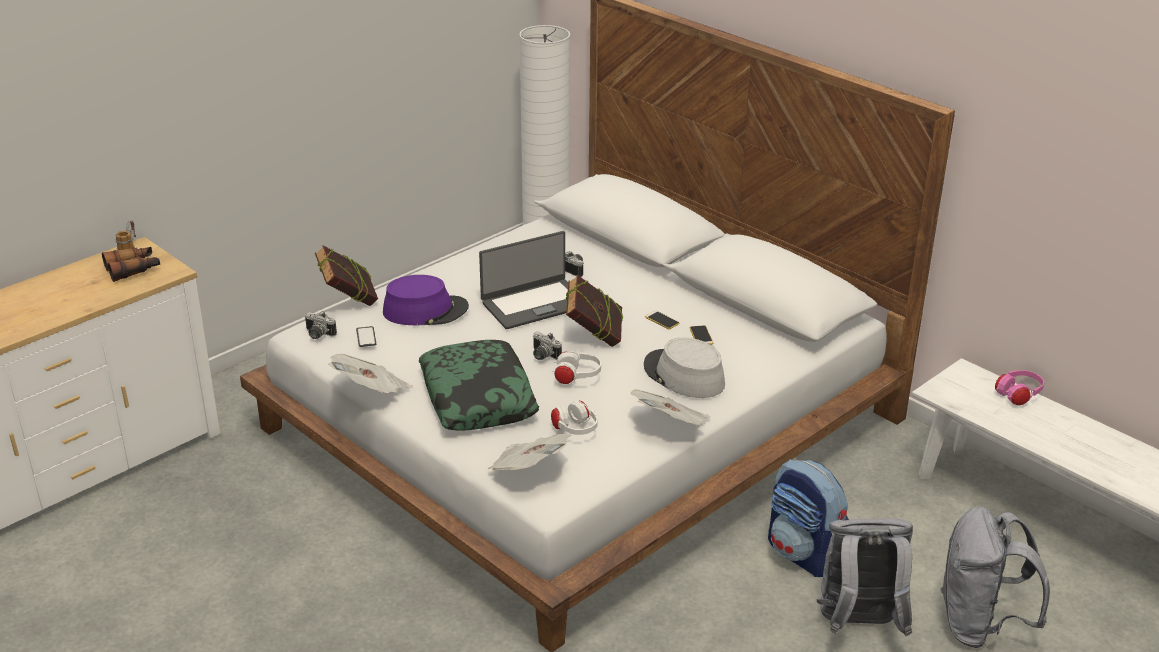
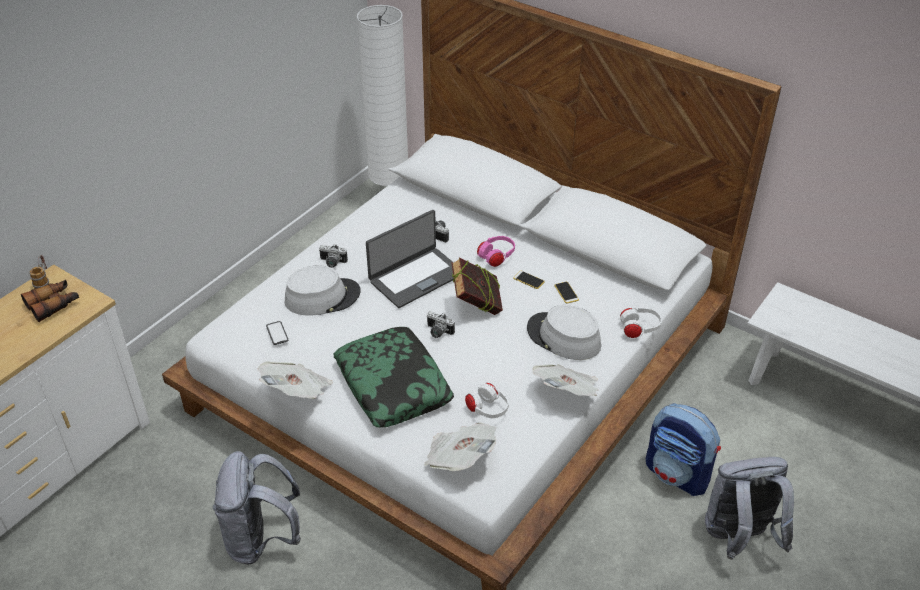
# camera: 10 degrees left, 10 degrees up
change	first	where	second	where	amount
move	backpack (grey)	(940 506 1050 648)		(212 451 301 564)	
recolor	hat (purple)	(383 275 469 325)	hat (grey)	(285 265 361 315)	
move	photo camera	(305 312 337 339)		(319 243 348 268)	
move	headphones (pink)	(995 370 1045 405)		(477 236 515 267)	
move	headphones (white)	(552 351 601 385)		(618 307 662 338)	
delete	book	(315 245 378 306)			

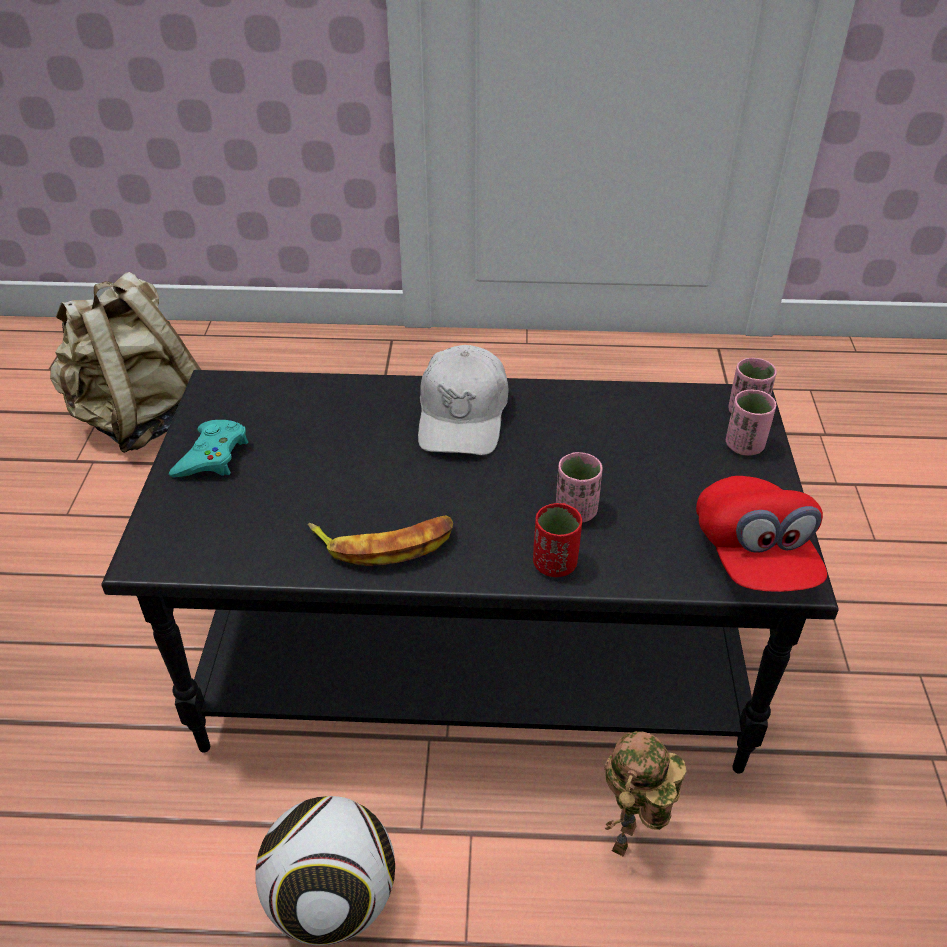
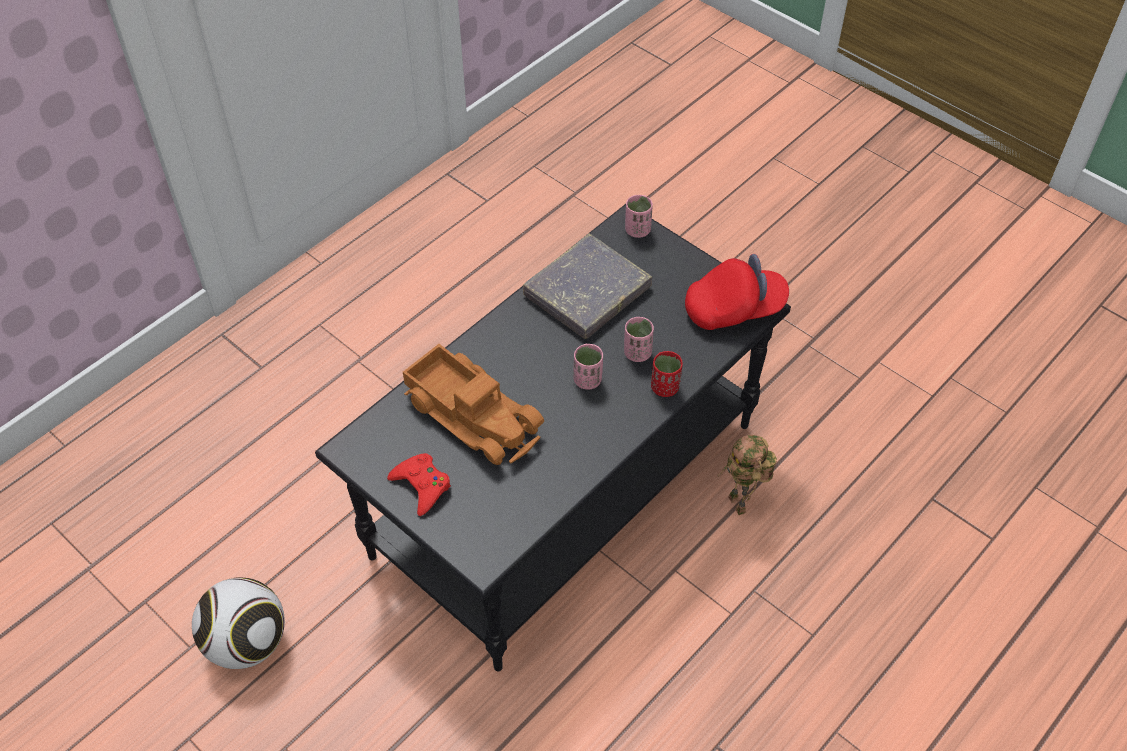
# camera: 50 degrees left, 10 degrees up
change	first	where	second	where	amount
move	football	(255 796 395 946)		(192 577 285 669)	
recolor	game controller (turquoise)	(169 420 248 477)	game controller (red)	(387 453 451 516)	
insert			toy truck	(403 344 544 465)	
insert			book (grey)	(523 234 652 339)	
move	cup (pink)	(726 389 776 456)		(574 344 603 390)	
rotate	cap (red)	(696 476 827 592)		(685 254 789 330)	45 degrees counterclockwise
delete	backpack (beige)	(50 272 201 453)			
delete	banana	(308 515 453 566)			
delete	cap (white)	(418 345 509 455)			

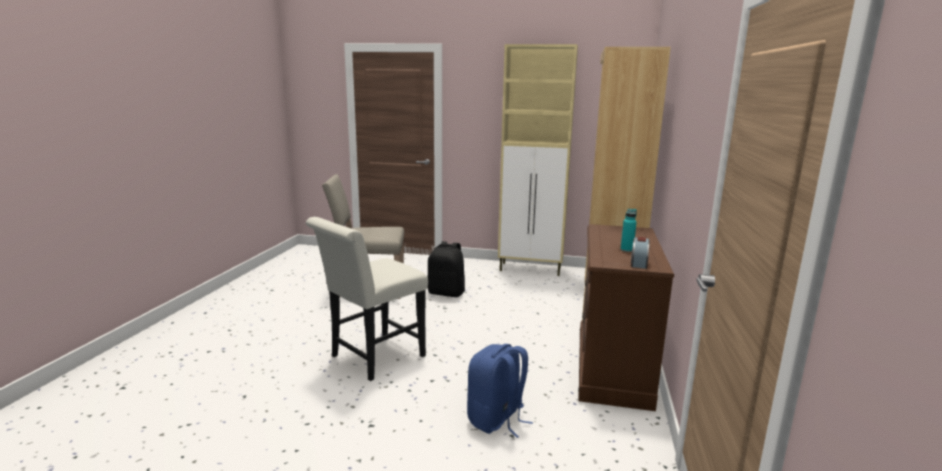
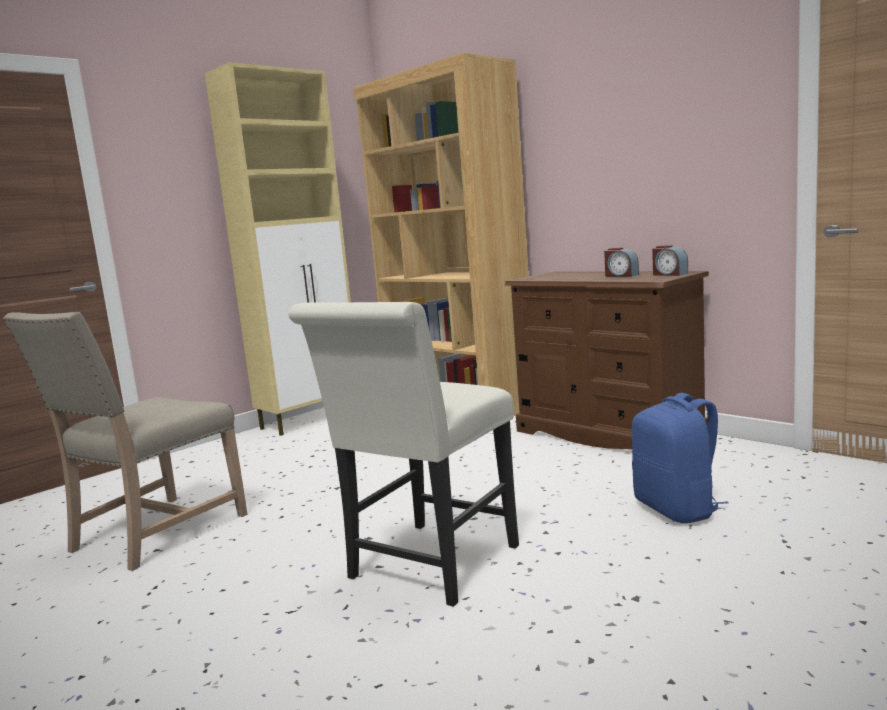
# camera: 55 degrees left, 5 degrees down
change	first	where	second	where	amount
rotate	chair (white)	(306 217 428 381)		(289 302 519 607)	45 degrees clockwise
replace	bottle (turquoise)	(620 209 637 252)	alarm clock	(604 248 639 277)	
delete	backpack (black)	(427 241 465 297)			

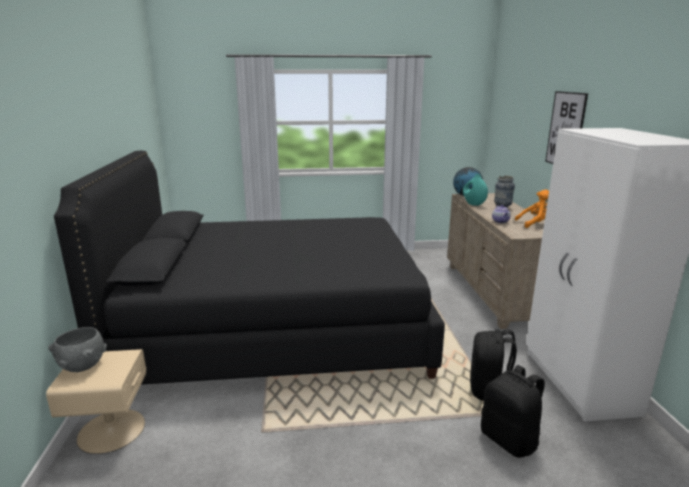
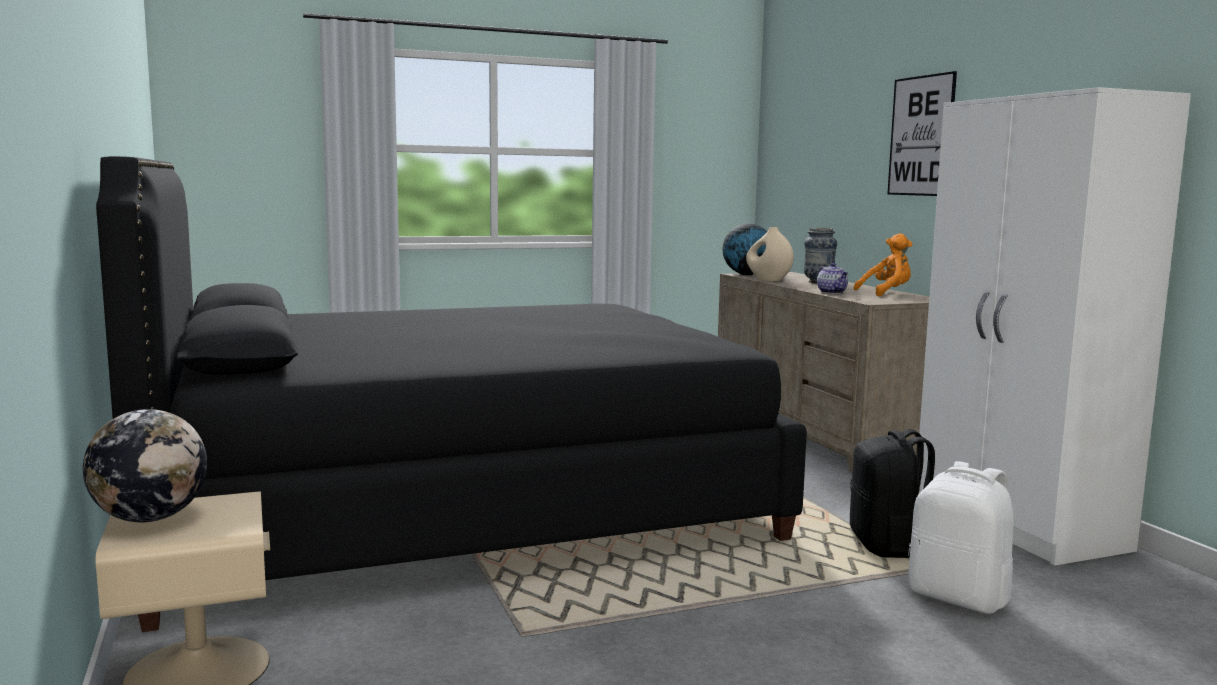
# camera: 15 degrees left, 10 degrees down
change	first	where	second	where	amount
replace	bowl (grey)	(48 327 107 372)	globe	(83 409 207 522)	
recolor	vase (turquoise)	(463 174 488 206)	vase (beige)	(746 227 794 281)	
recolor	backpack (black)	(481 365 545 458)	backpack (white)	(908 461 1013 614)	

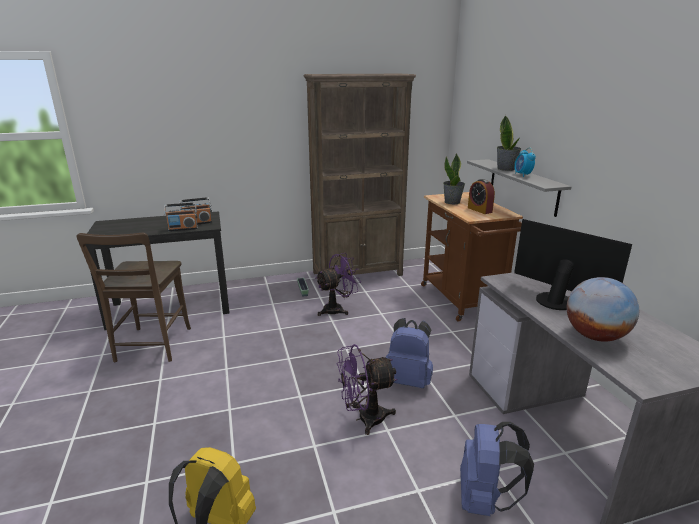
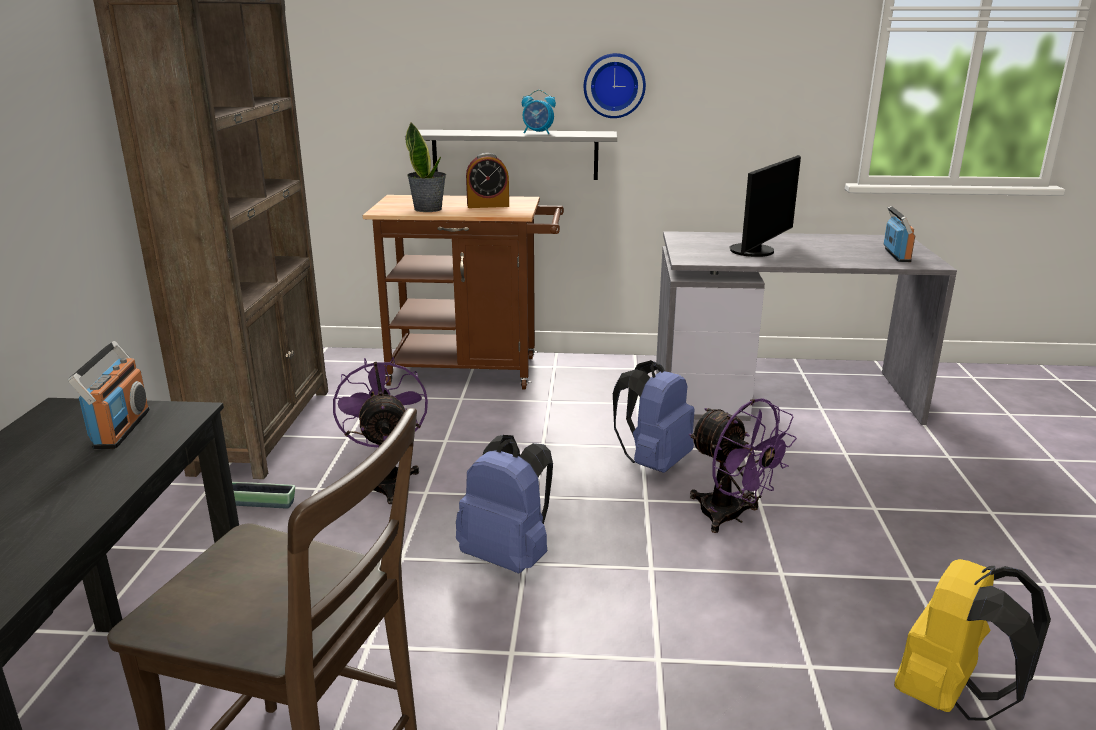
# camera: 70 degrees left, 0 degrees up
change	first	where	second	where	amount
move	backpack (blue)	(460 422 534 516)		(456 435 553 573)	
insert			wall clock	(584 53 646 118)	
rotate	fan (purple)	(337 344 397 435)		(689 398 797 533)	45 degrees counterclockwise
rotate	monitor	(514 219 632 310)		(729 155 801 257)	150 degrees clockwise
move	radio	(164 203 198 231)		(884 206 915 262)	
delete	potted plant	(497 115 521 171)			
delete	globe	(567 277 639 342)			

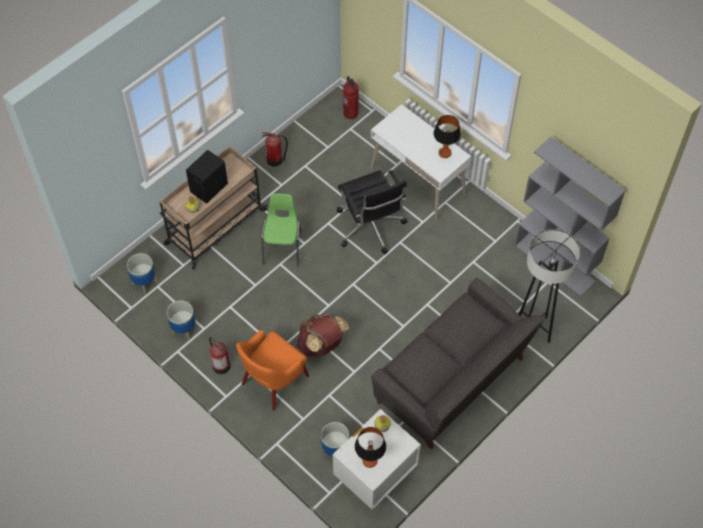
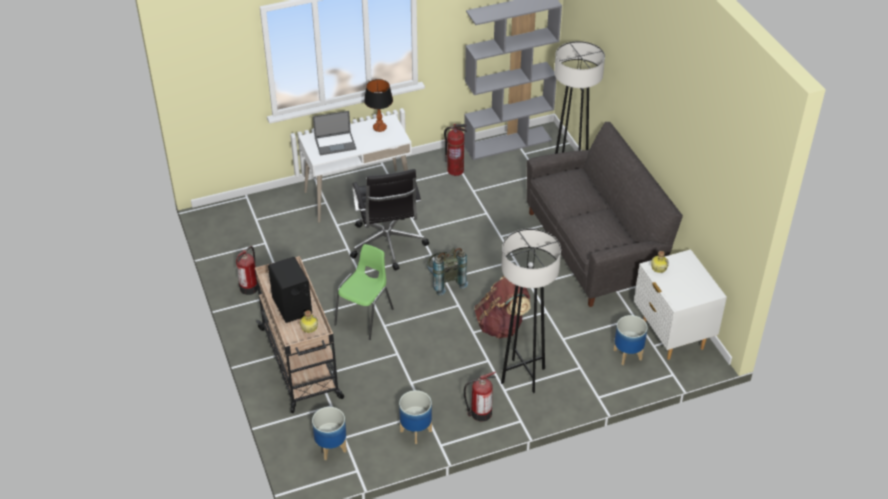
# camera: 65 degrees left, 15 degrees down
change	first	where	second	where	amount
insert			laptop	(313 111 356 155)	
rotate	chair (green)	(261 193 301 267)		(334 244 394 340)	90 degrees clockwise
rotate	office chair (black)	(337 170 408 254)		(350 169 429 270)	75 degrees clockwise
insert			backpack (grey)	(427 248 468 296)	
move	fire extinguisher	(343 76 359 119)		(444 124 467 176)	
replace	armchair (orange)	(236 330 309 411)	floor lamp (grey)	(501 229 561 393)	
delete	table lamp	(355 427 386 468)			

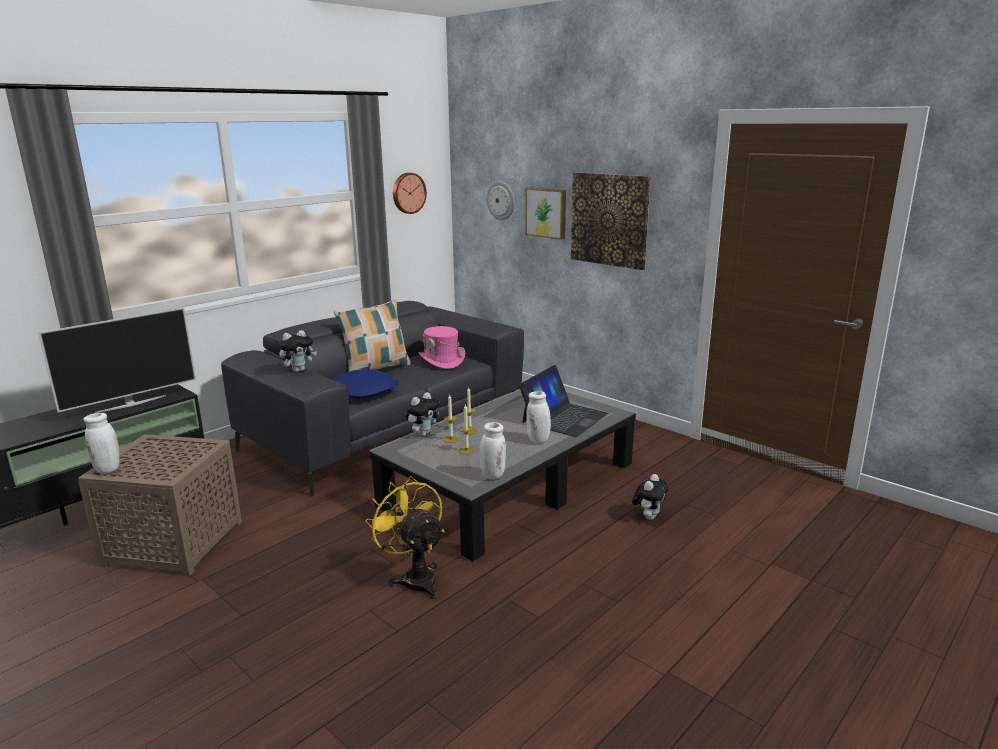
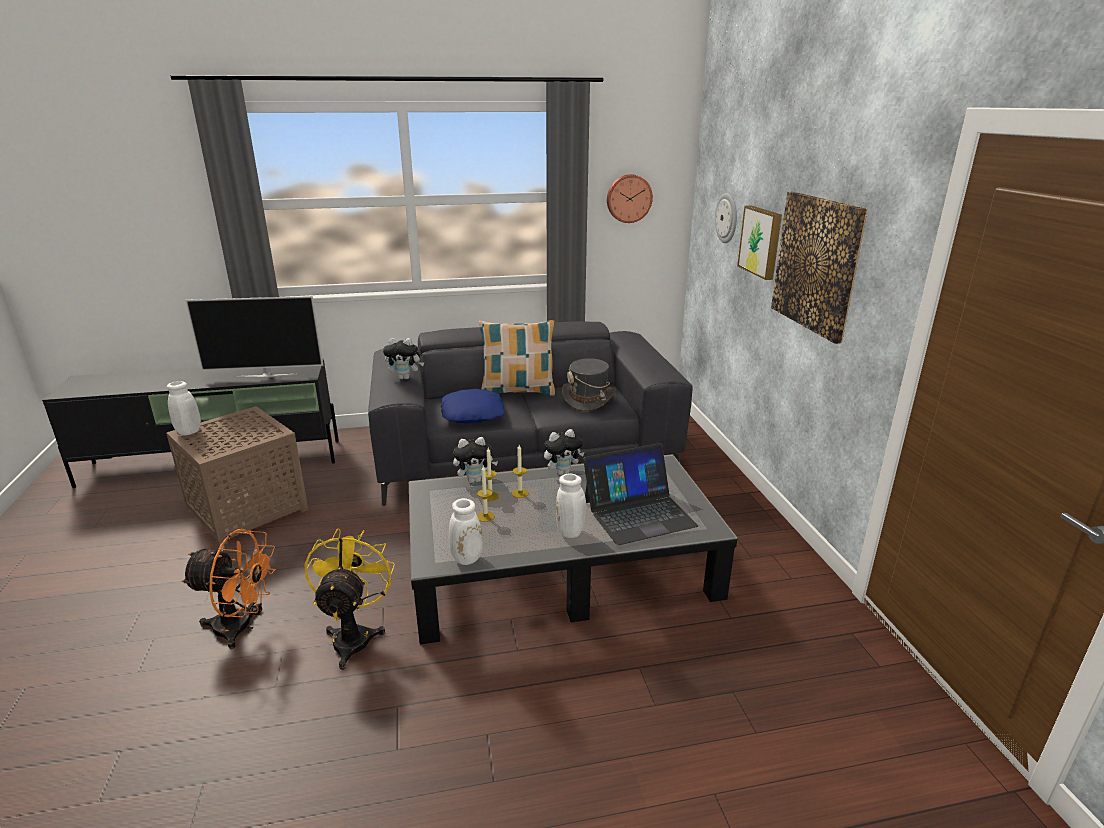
# camera: 35 degrees right, 5 degrees up
change	first	where	second	where	amount
insert			fan (orange)	(181 529 276 649)	
move	plush toy	(632 474 669 520)		(544 429 585 475)	
recolor	hat (pink)	(419 326 465 369)	hat (grey)	(562 358 616 411)	

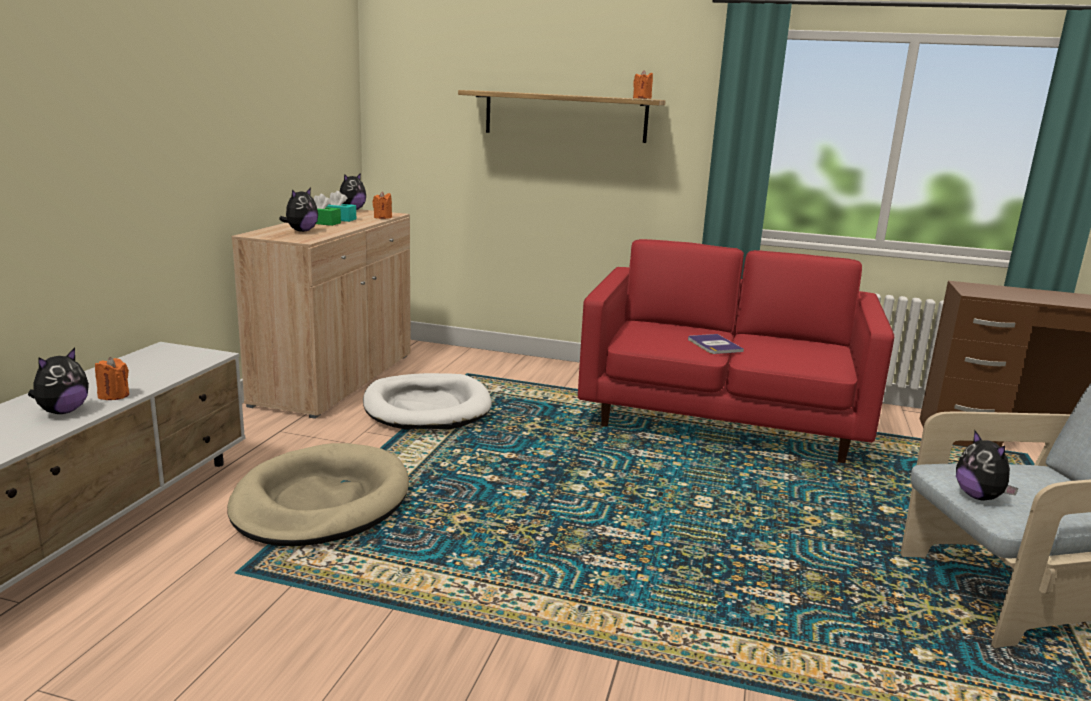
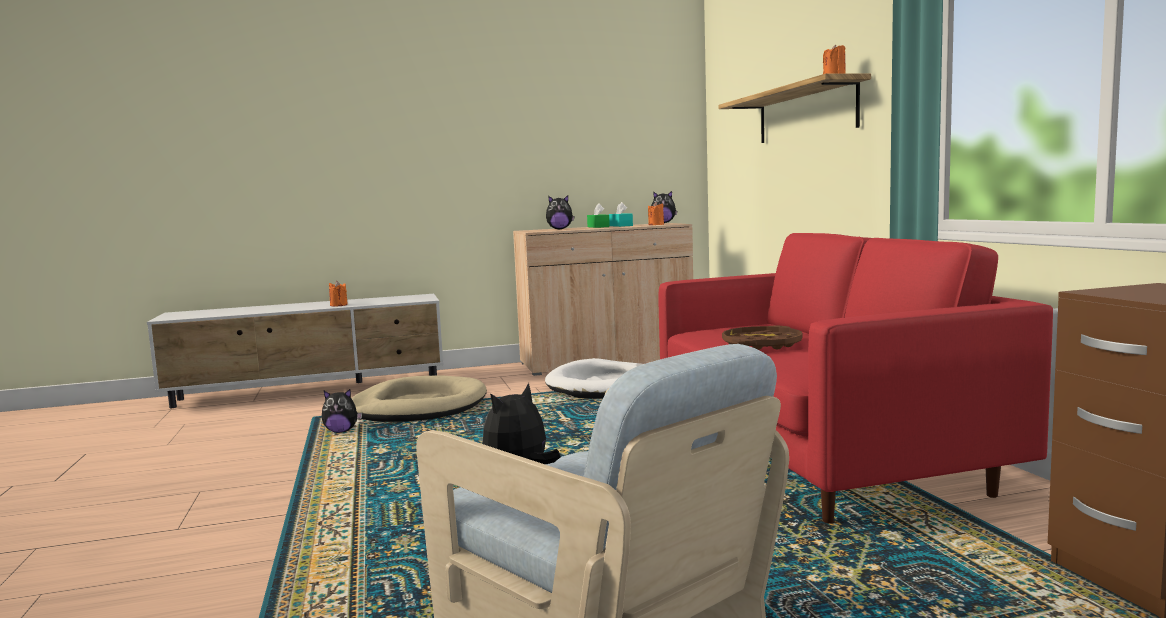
# camera: 60 degrees right, 10 degrees down
change	first	where	second	where	amount
move	plush toy	(28 348 89 414)		(322 389 362 433)	
replace	book	(688 334 744 354)	tray (brown)	(722 326 803 350)	

